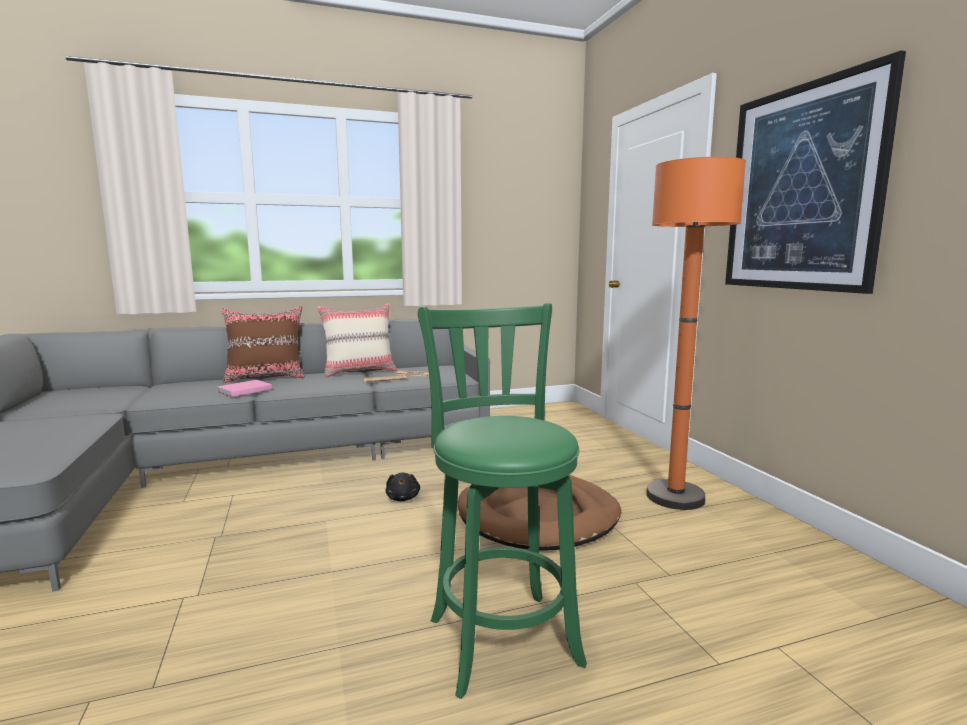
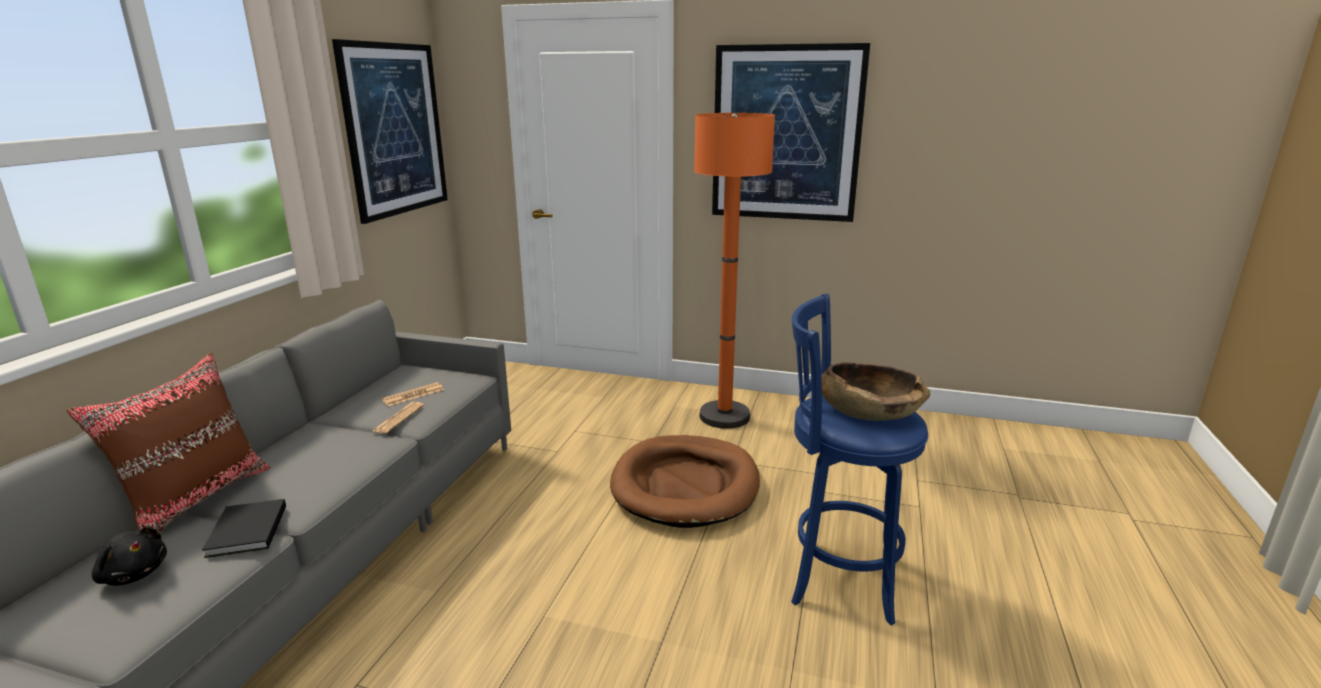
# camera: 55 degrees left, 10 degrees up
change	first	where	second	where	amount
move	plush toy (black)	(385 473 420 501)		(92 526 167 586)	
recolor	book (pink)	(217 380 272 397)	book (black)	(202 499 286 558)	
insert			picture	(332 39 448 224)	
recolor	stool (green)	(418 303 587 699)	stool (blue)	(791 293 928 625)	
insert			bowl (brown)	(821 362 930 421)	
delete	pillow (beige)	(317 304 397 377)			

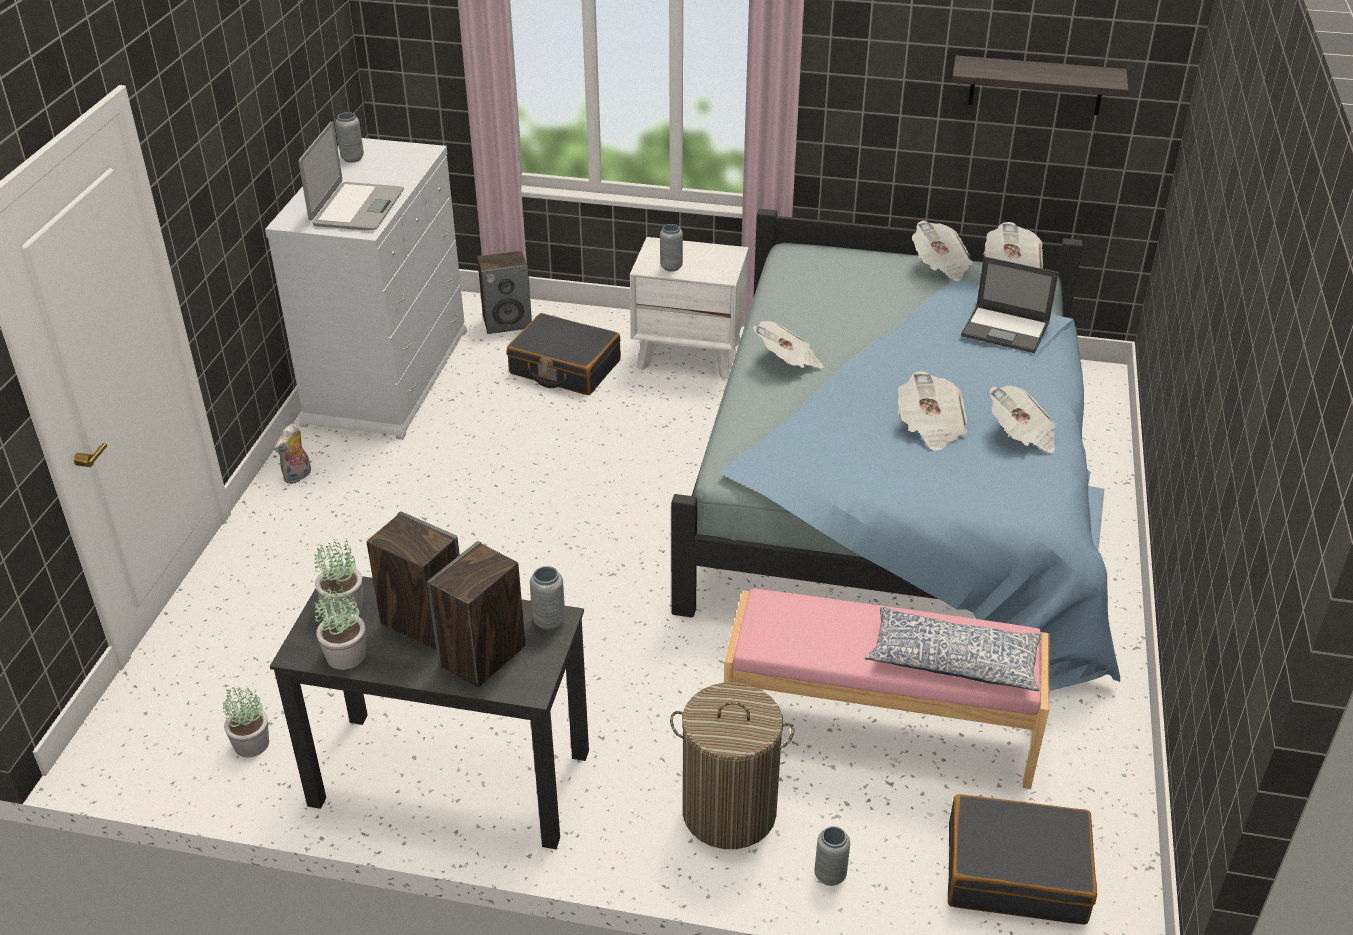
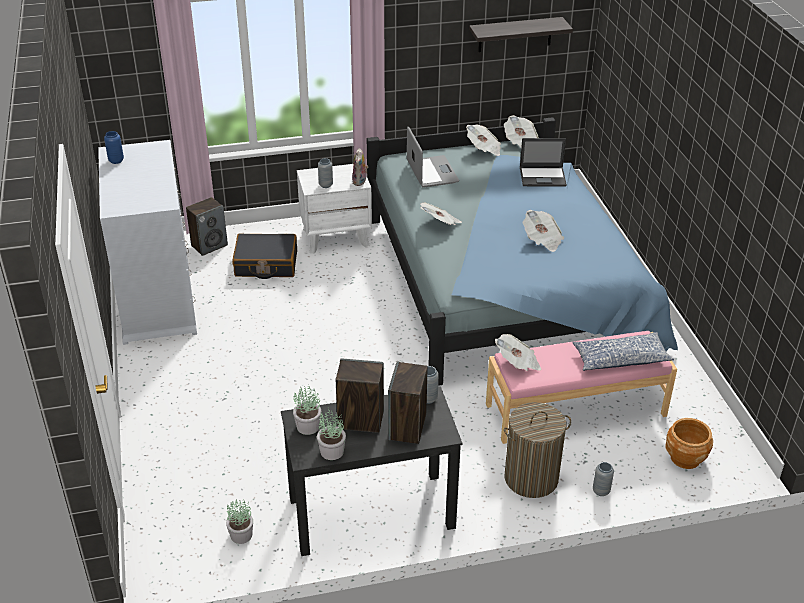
# camera: 25 degrees left, 0 degrees up
change	first	where	second	where	amount
recolor	vase (grey)	(335 112 364 163)	vase (blue)	(104 131 124 164)	
move	plush toy	(274 423 311 484)		(352 148 369 186)	
move	laptop	(299 122 404 230)		(407 127 459 188)	
move	newspaper	(990 385 1056 453)		(495 334 542 371)	
replace	suitcase (black)	(948 794 1097 924)	planter (brown)	(665 418 713 469)	

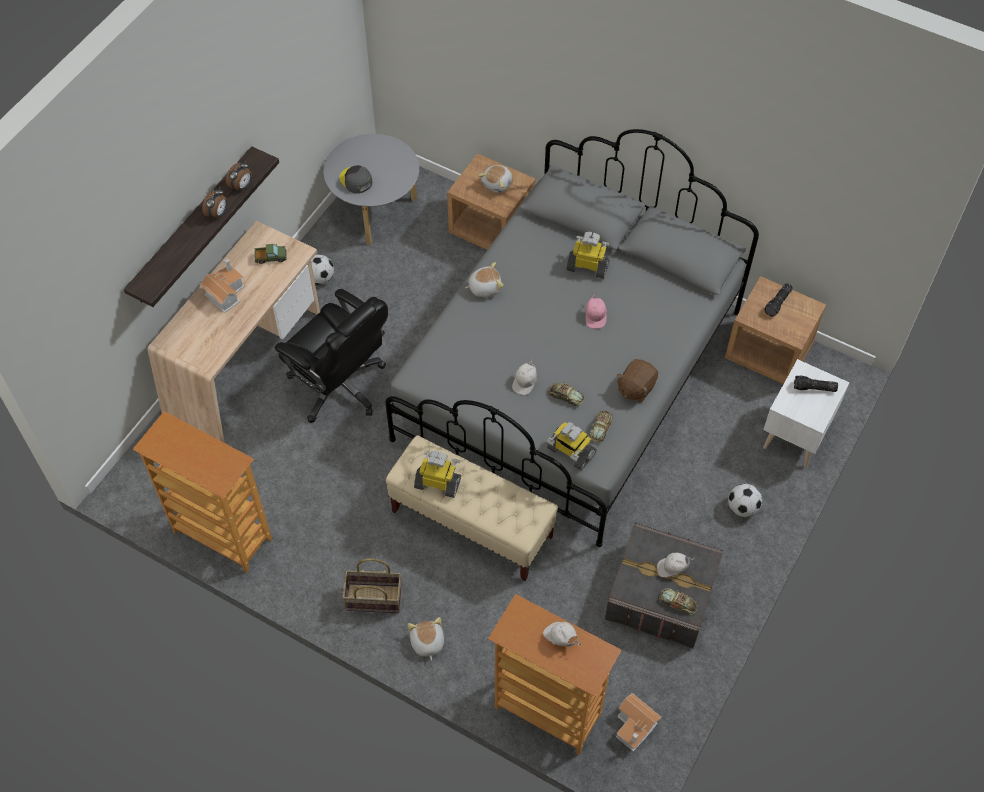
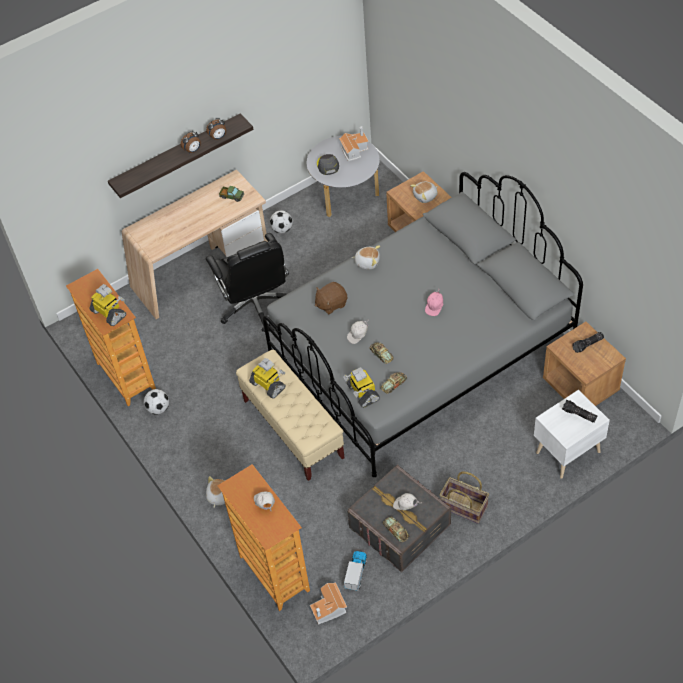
# camera: 30 degrees right, 5 degrees down
change	first	where	second	where	amount
move	toy robot	(566 232 610 279)		(90 284 126 326)	
move	football	(728 483 762 517)		(144 389 169 415)	
move	plush toy (brown)	(617 359 658 403)		(315 282 347 314)	
move	toy house	(200 259 245 313)		(339 126 369 161)	
insert			toy truck	(344 551 367 591)	
move	basket	(342 559 402 613)		(439 472 489 524)	

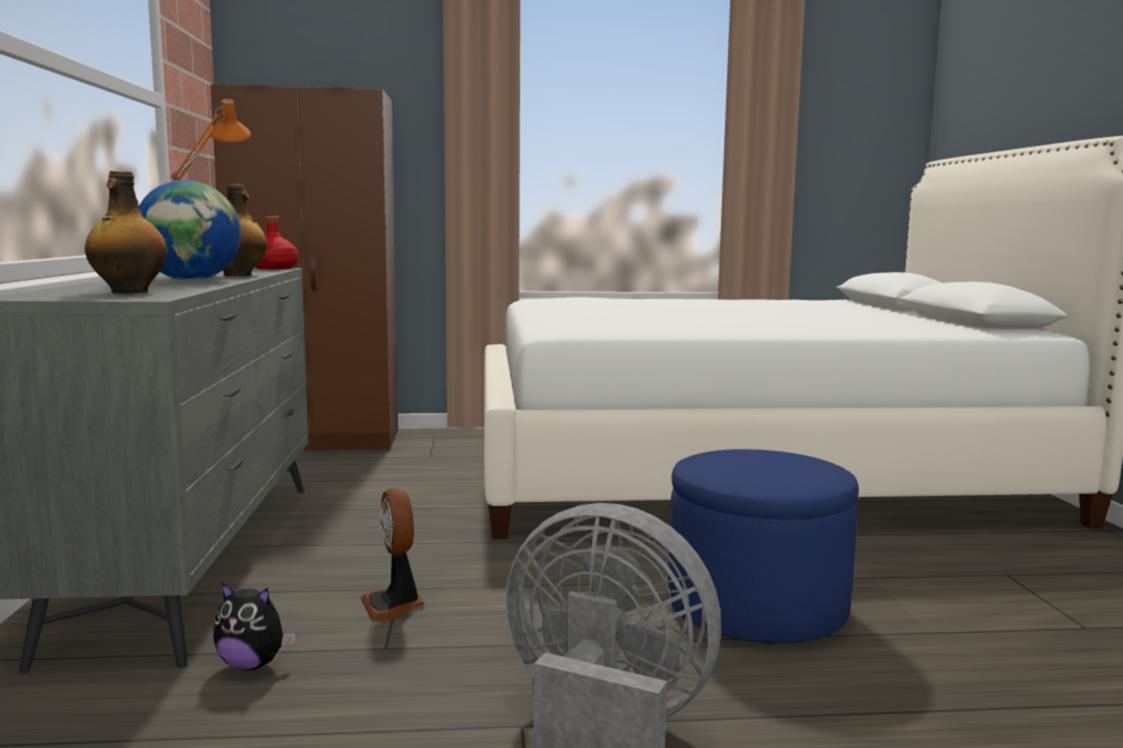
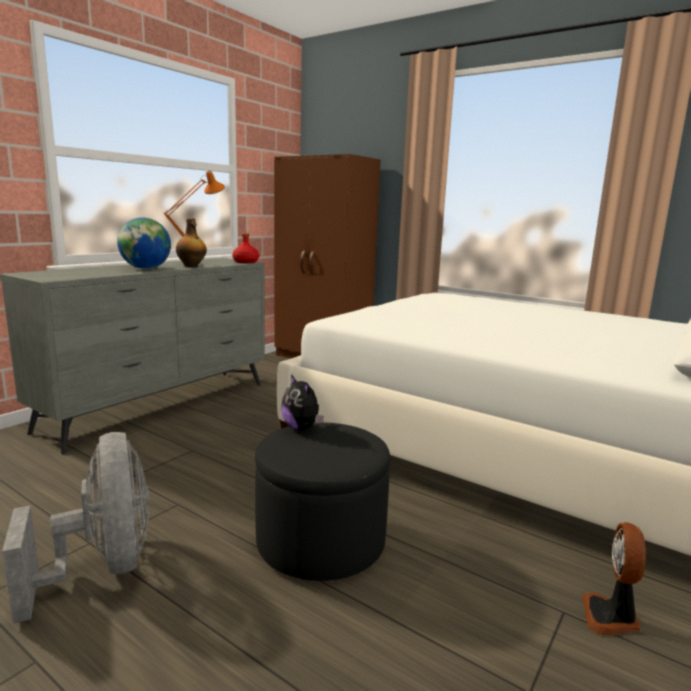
# camera: 40 degrees right, 5 degrees up
change	first	where	second	where	amount
recolor	ottoman (blue)	(668 449 859 644)	ottoman (black)	(255 422 390 581)	
move	plush toy	(213 582 296 670)		(281 374 324 431)	
move	fan	(361 488 425 622)		(582 522 646 635)	
delete	bottle	(85 171 168 293)			

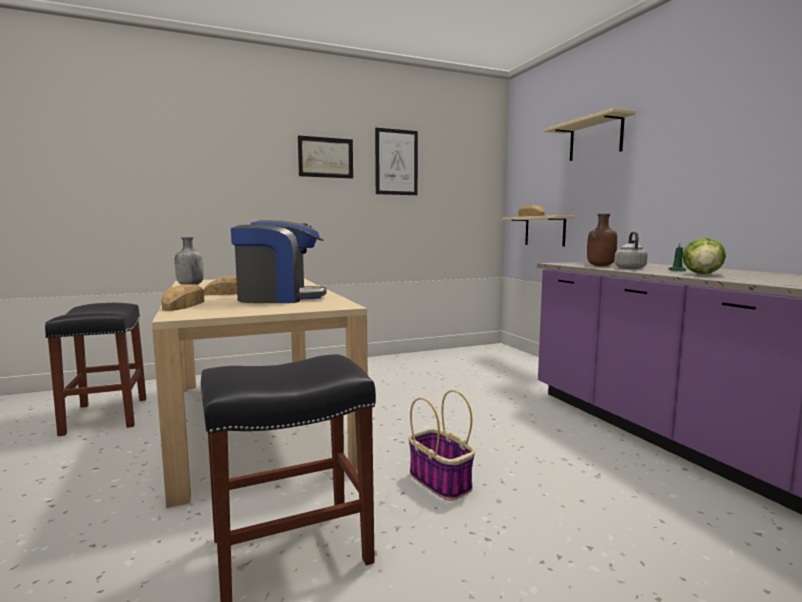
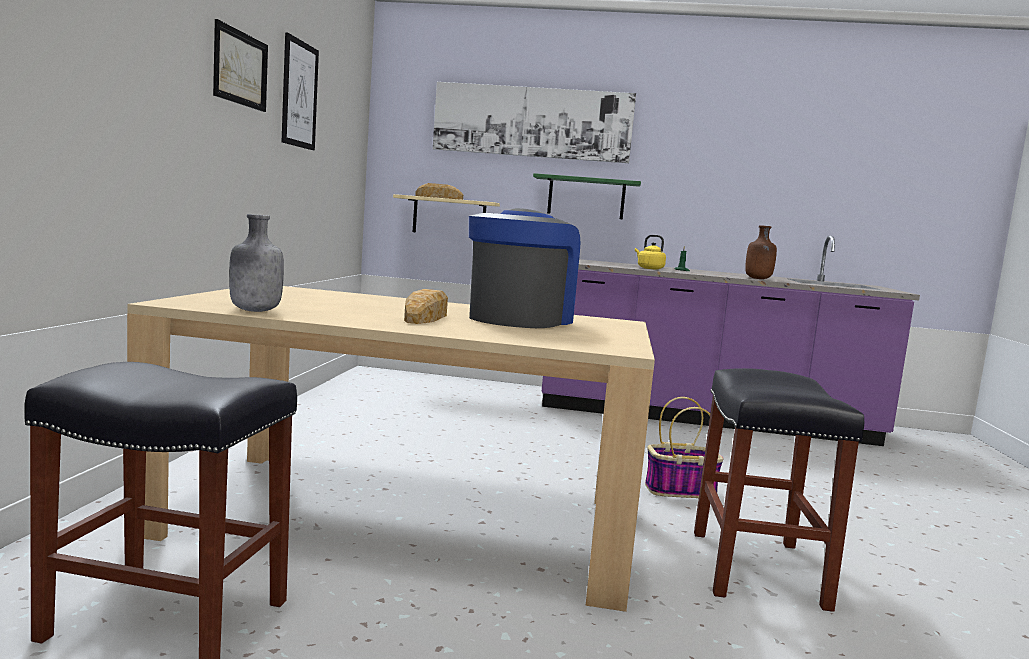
# camera: 60 degrees left, 0 degrees up
change	first	where	second	where	amount
replace	shelf (beige)	(543 108 636 161)	picture	(433 82 636 163)	
insert			shelf (green)	(533 173 641 219)	
recolor	kettle (grey)	(614 232 648 269)	kettle (yellow)	(635 235 666 270)	
move	bottle (brown)	(587 214 617 266)		(745 225 777 279)	
delete	bread	(161 285 205 311)			
delete	lettuce	(682 238 726 274)			

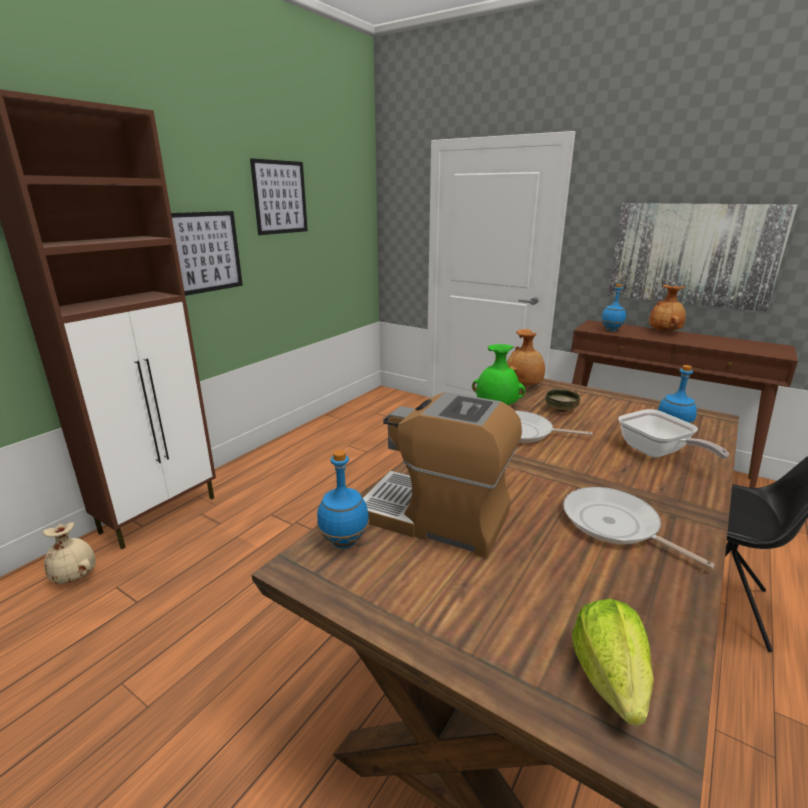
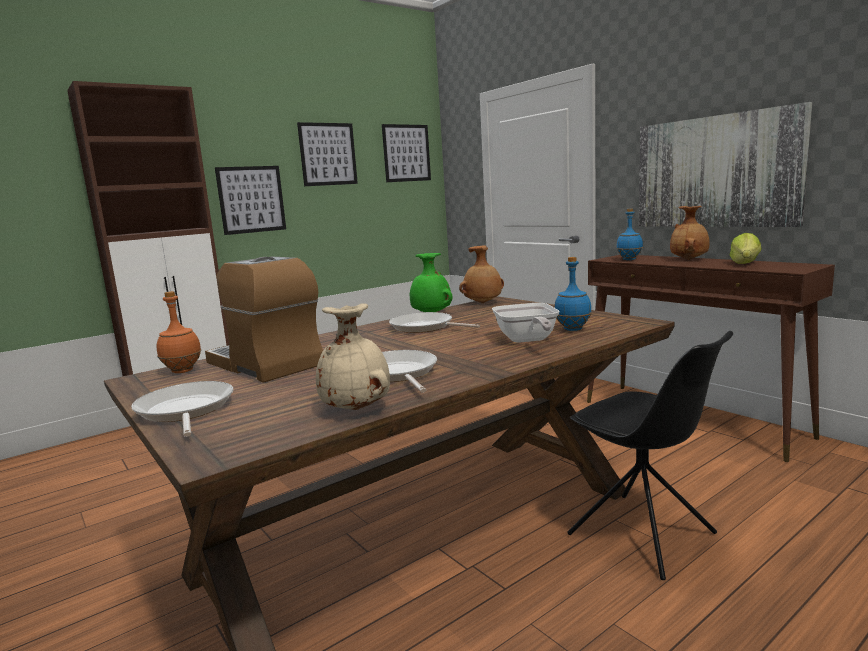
# camera: 20 degrees right, 10 degrees down
change	first	where	second	where	amount
insert			frying pan	(131 381 233 437)	
recolor	bottle (blue)	(317 450 369 548)	bottle (orange)	(157 291 201 373)	
move	vase (beige)	(43 522 96 584)		(316 304 390 410)	
insert			picture	(382 124 431 182)	
move	lettuce	(572 599 654 726)		(730 233 762 264)	
delete	bowl	(545 389 580 412)			

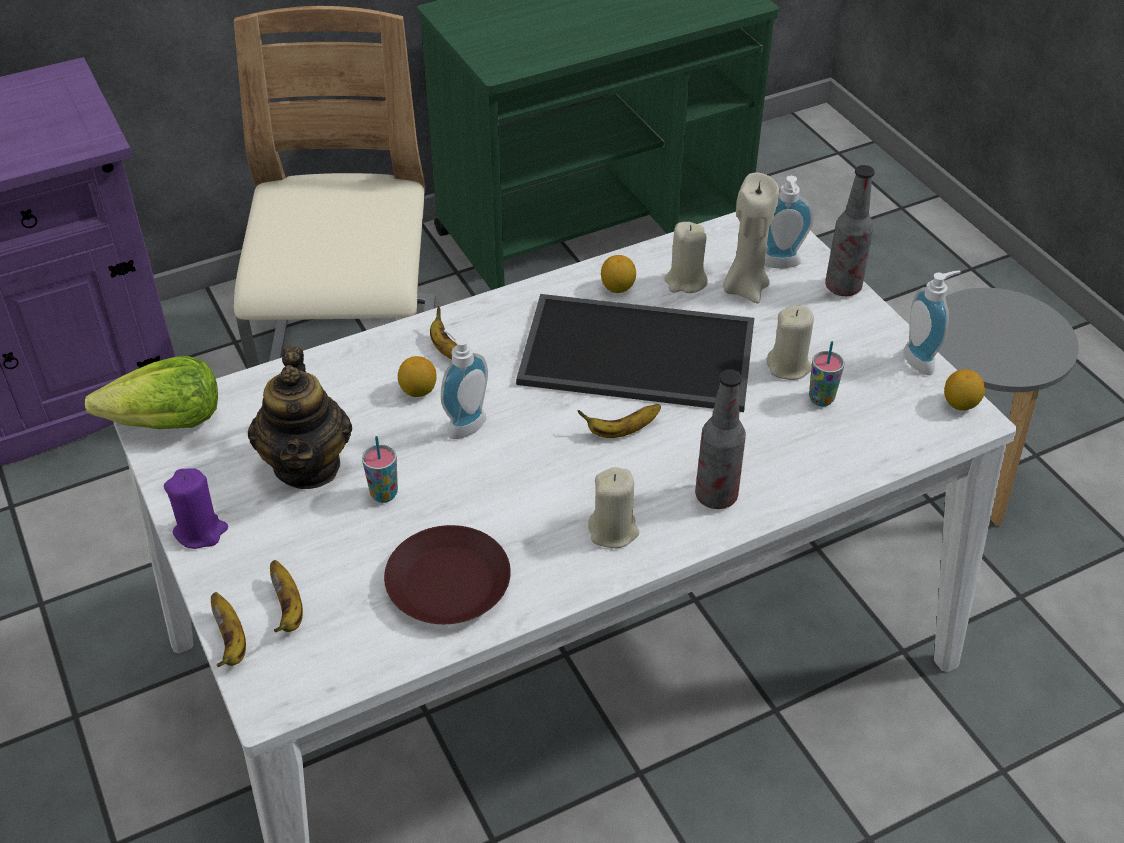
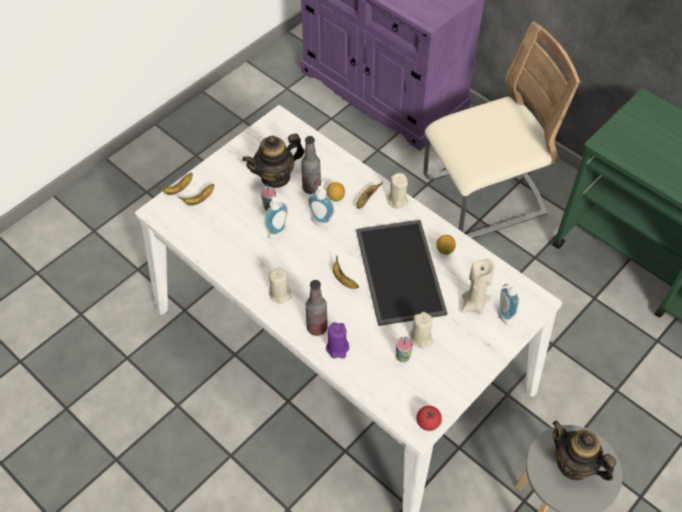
# camera: 70 degrees right, 10 degrees up
change	first	where	second	where	amount
move	soap dispenser	(903 271 961 375)		(264 197 288 240)	
move	bottle	(825 165 875 296)		(301 136 321 194)	
move	candle (purple)	(164 468 228 549)		(326 322 349 358)	
move	candle (beige)	(664 222 708 293)		(386 173 408 209)	
replace	lemon	(944 369 985 411)	tomato	(416 406 442 431)	
insert			teapot	(552 421 616 481)	
delete	lettuce	(85 356 218 429)			
delete	plate (brown)	(384 525 511 624)			

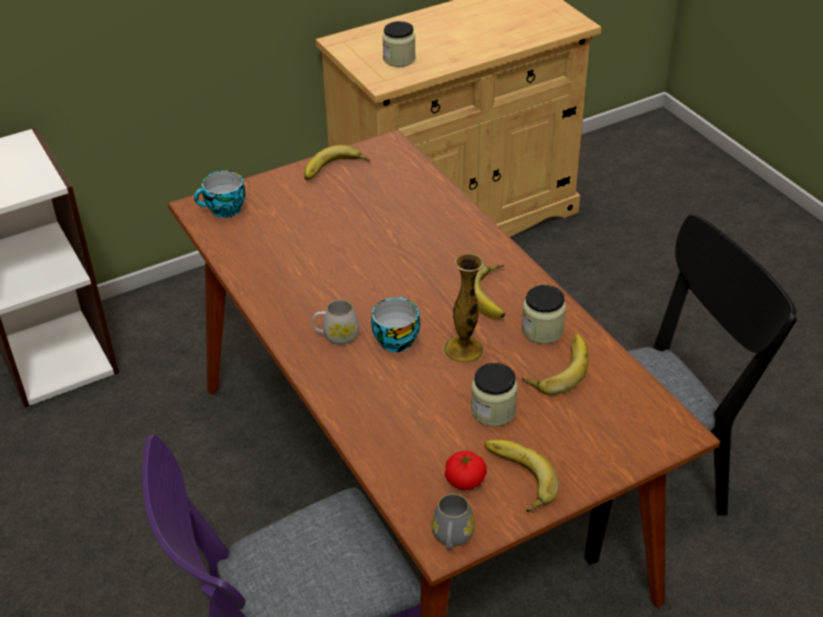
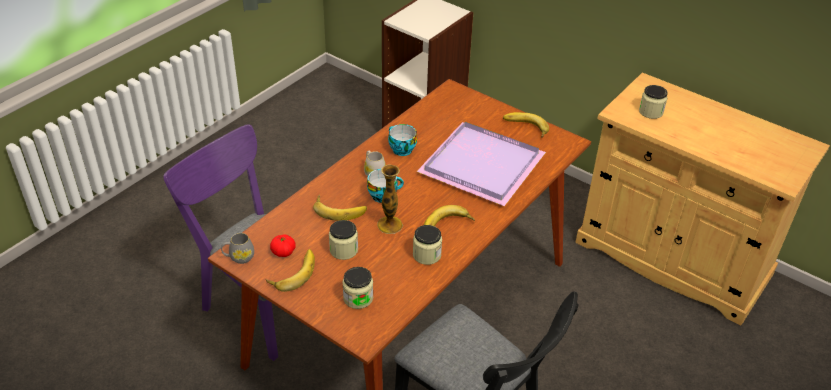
# camera: 65 degrees right, 0 degrees up
change	first	where	second	where	amount
move	banana	(522 334 589 395)		(313 194 367 220)	
insert			jar	(342 267 373 309)	
move	cup	(194 171 246 218)		(388 124 417 156)	
insert			tray (purple)	(417 122 546 206)	

